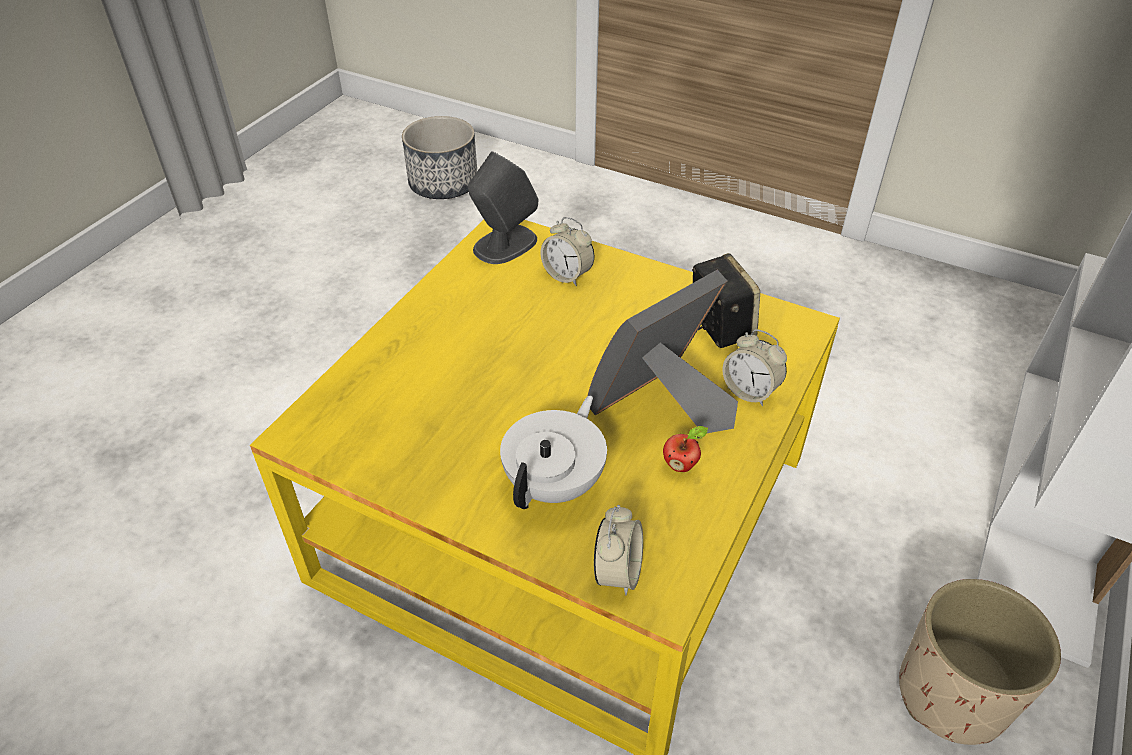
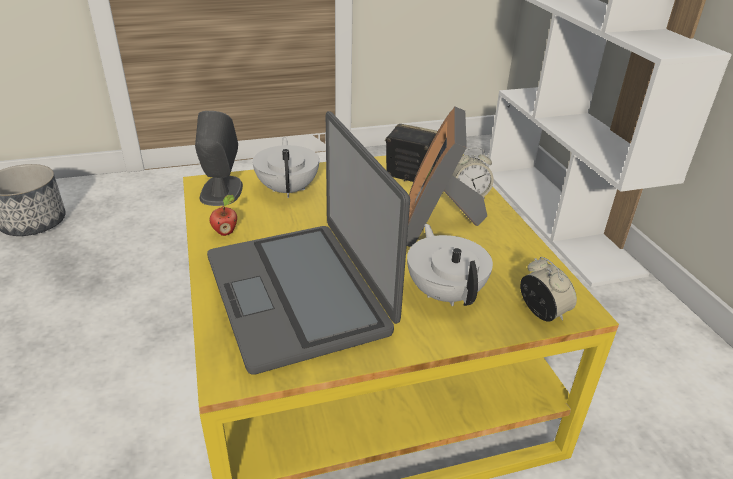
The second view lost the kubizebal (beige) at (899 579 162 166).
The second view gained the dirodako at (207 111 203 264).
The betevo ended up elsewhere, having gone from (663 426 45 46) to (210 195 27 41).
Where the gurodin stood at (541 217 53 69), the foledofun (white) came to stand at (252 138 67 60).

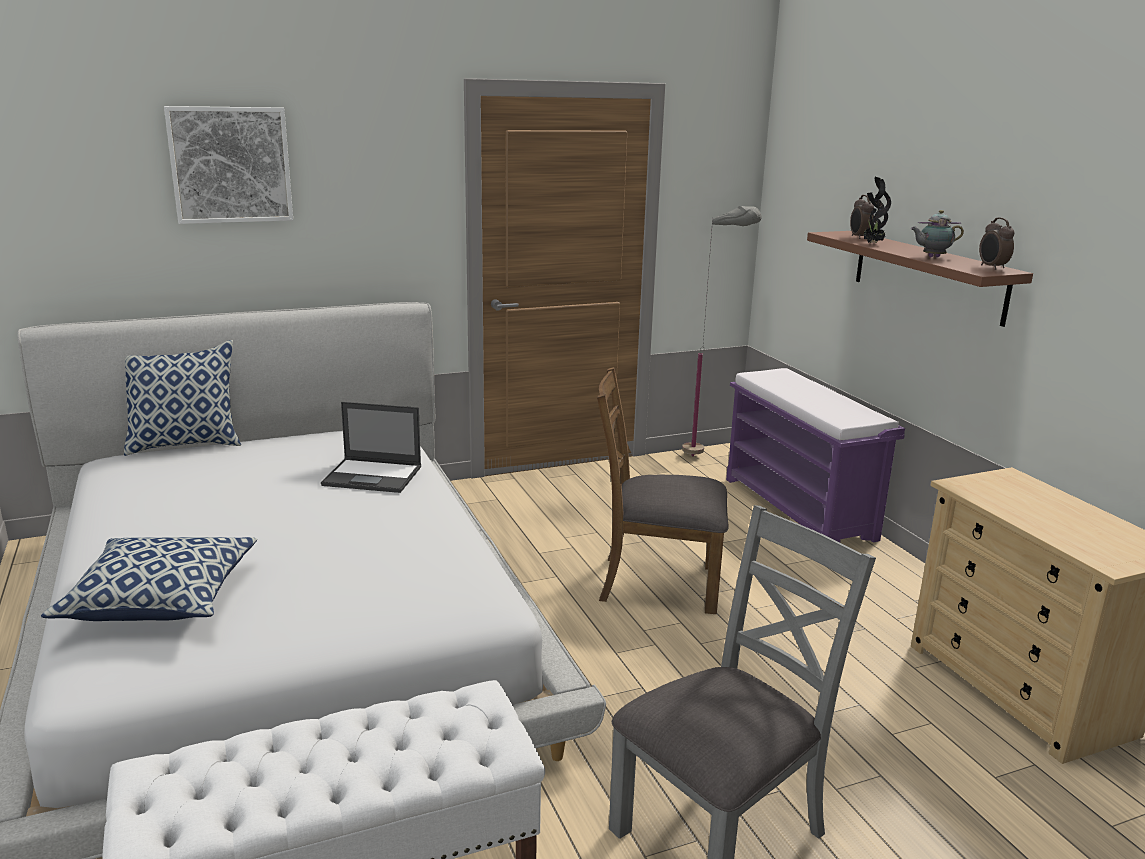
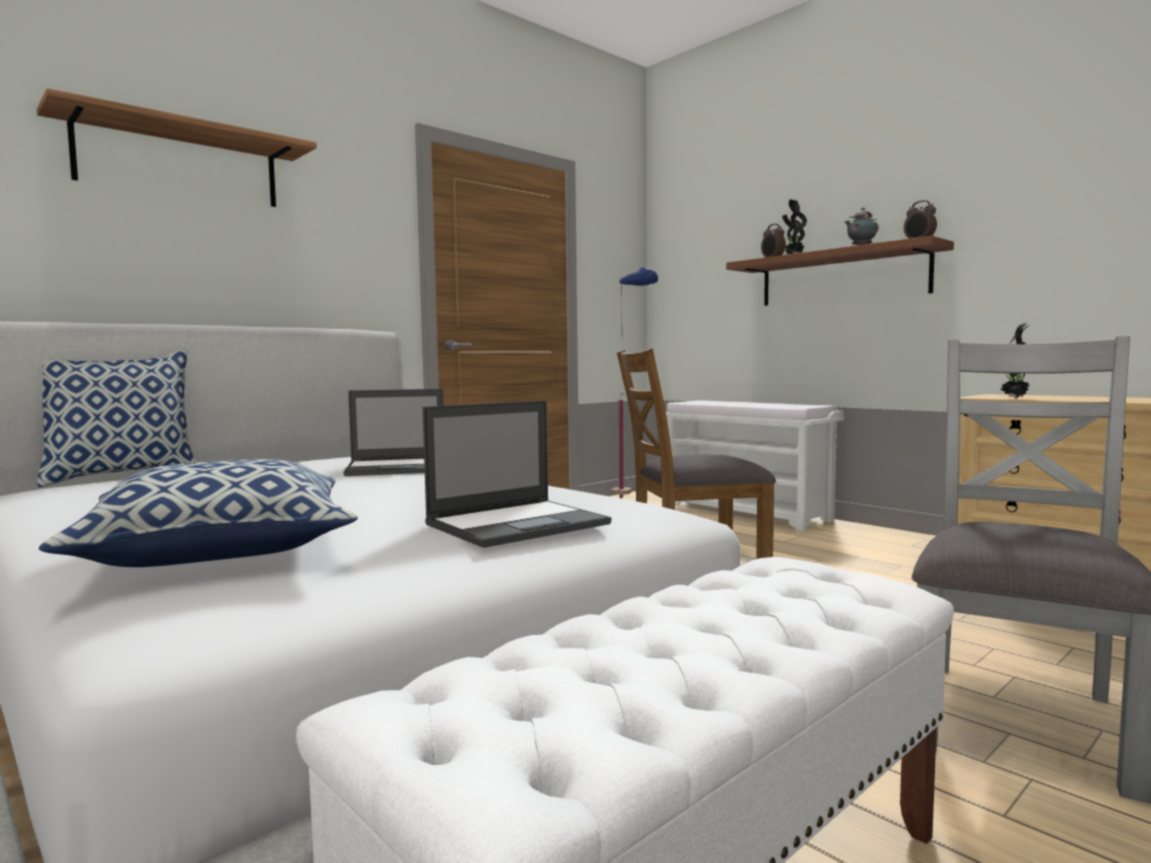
The second view gained the dirodako at (423 401 188 147).
The second view gained the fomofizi at (1001 323 30 75).
Where the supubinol hung at (164 106 129 118), the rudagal came to hang at (37 88 280 119).
What was the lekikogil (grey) at (682 206 79 251) turned into the lekikogil (blue) at (611 267 47 232).
What was the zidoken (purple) at (726 368 179 175) turned into the zidoken (white) at (666 400 178 131).

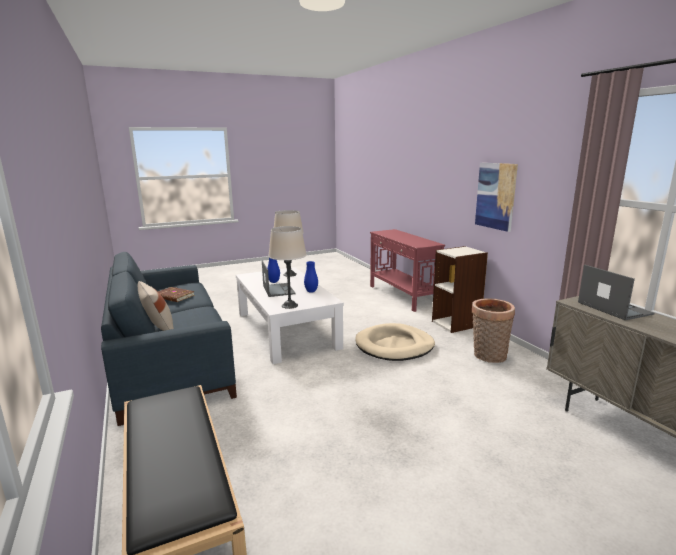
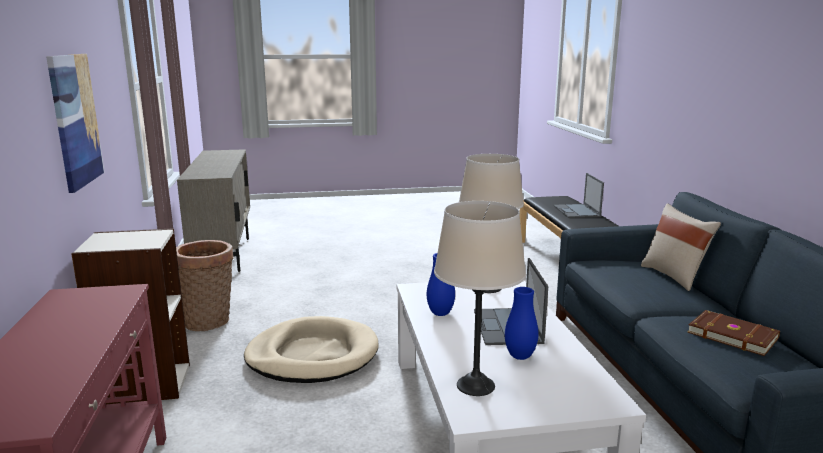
The dirodako ended up elsewhere, having gone from (578 265 77 55) to (554 173 50 45).

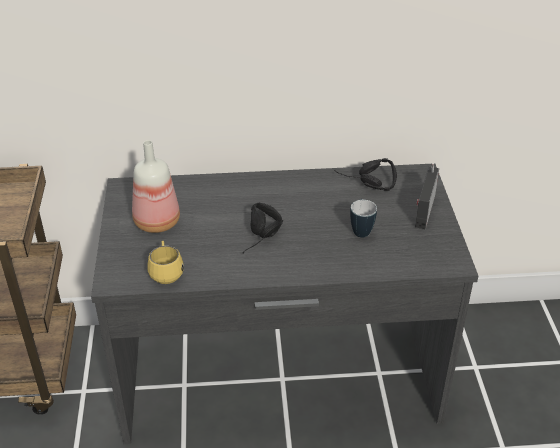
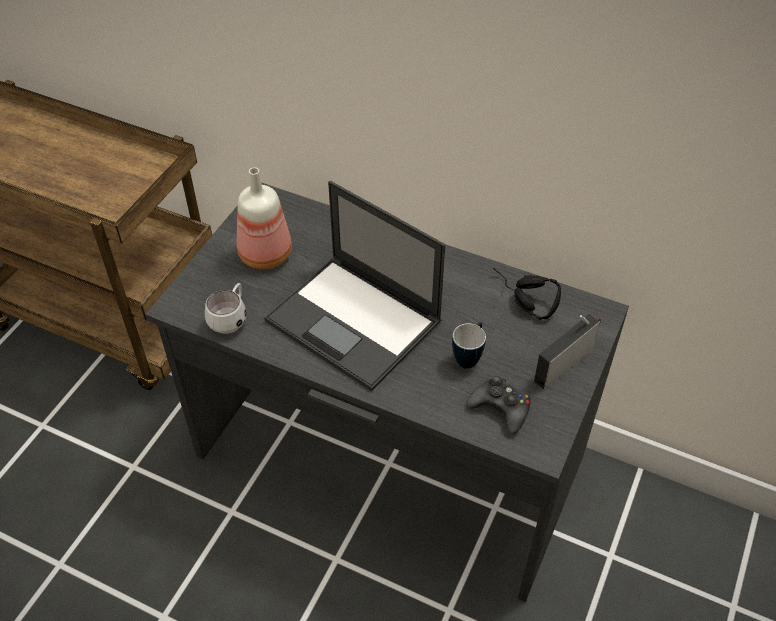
The second view gained the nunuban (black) at (466 376 64 59).
Where the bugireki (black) stood at (243 203 40 51), the dirodako came to stand at (264 181 181 210).
What was the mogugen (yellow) at (147 241 37 43) turned into the mogugen (white) at (205 283 42 51).

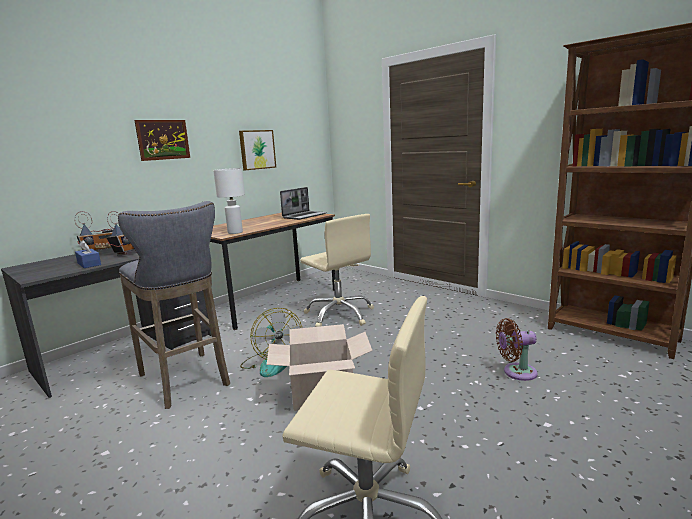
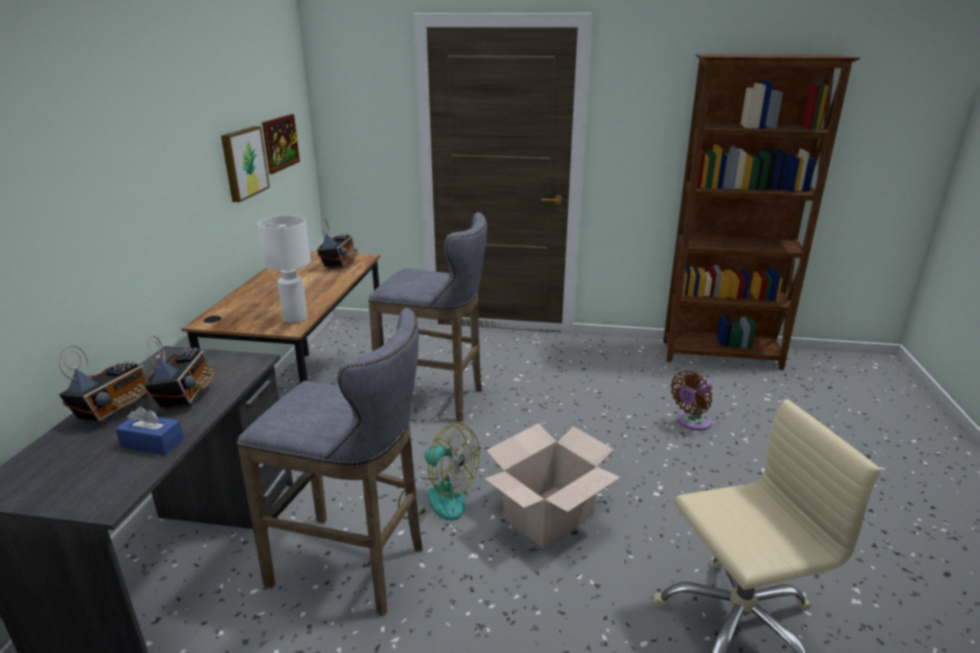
The supubinol ended up elsewhere, having gone from (135 120 55 41) to (262 114 38 60).
Where the dirodako stood at (280 187 47 33), the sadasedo came to stand at (317 219 41 50).
Where the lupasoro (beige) stood at (300 214 74 113), the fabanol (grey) came to stand at (369 212 118 210).

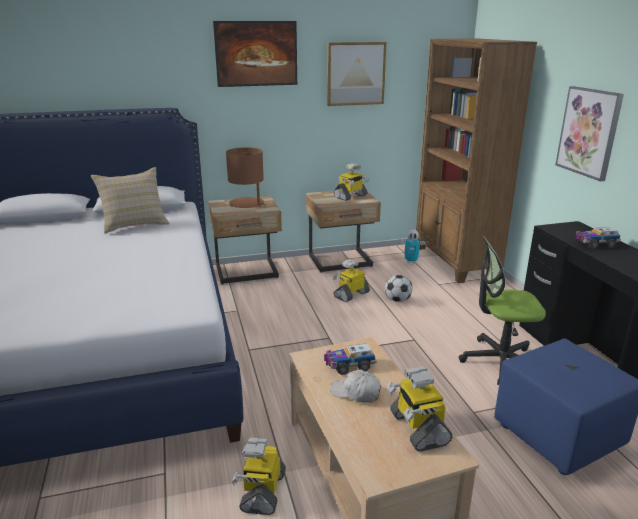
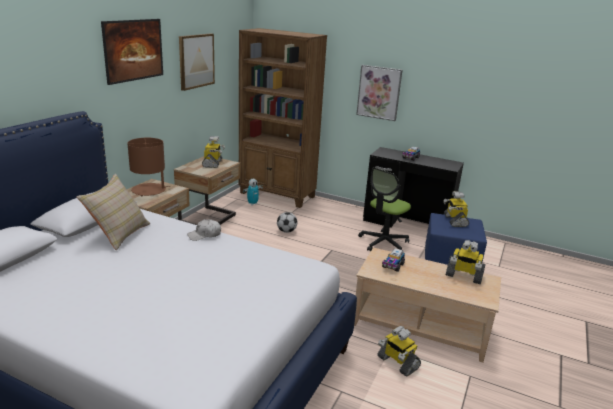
The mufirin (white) ended up elsewhere, having gone from (330 370 51 33) to (187 219 34 22).
The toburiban ended up elsewhere, having gone from (333 259 37 43) to (443 191 26 36).

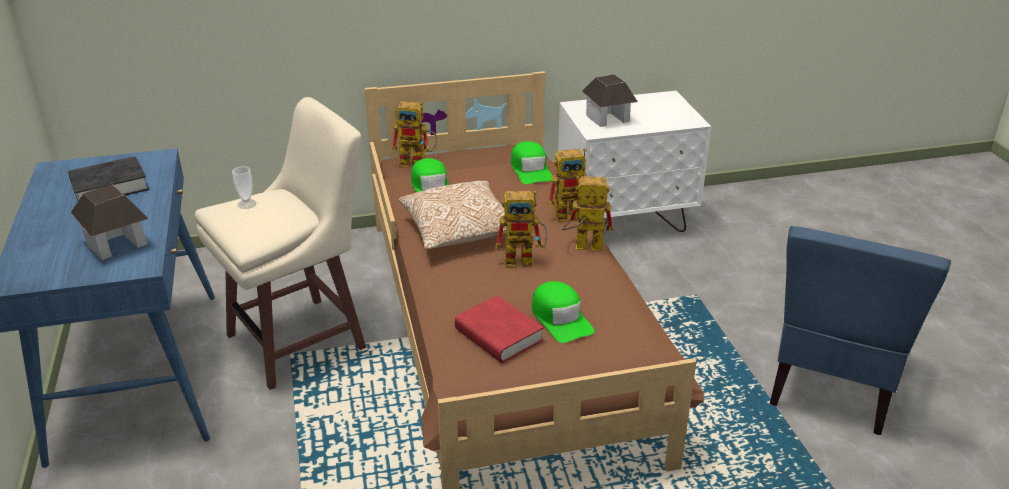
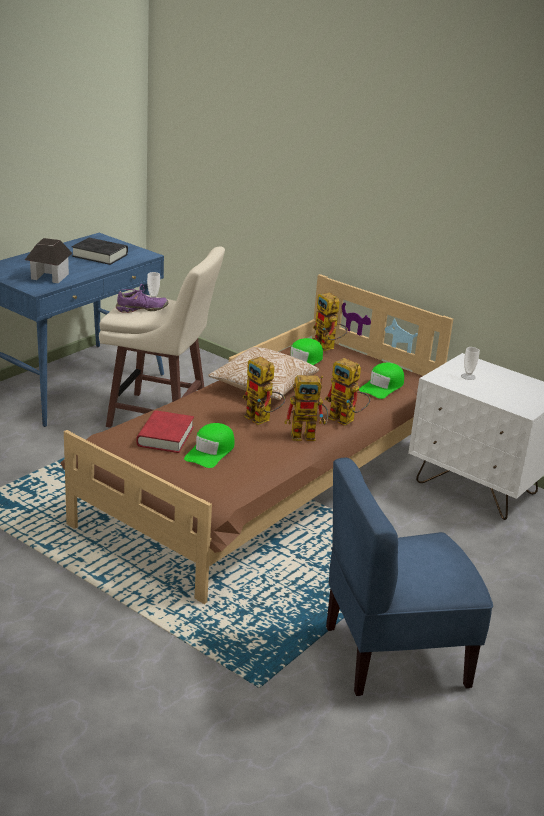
The second view gained the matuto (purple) at (116 284 53 29).
Where the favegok stood at (582 74 56 53), the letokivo came to stand at (461 347 19 33).
The toburiban at (562 176 52 75) ended up facing another way, 120 degrees clockwise from before.

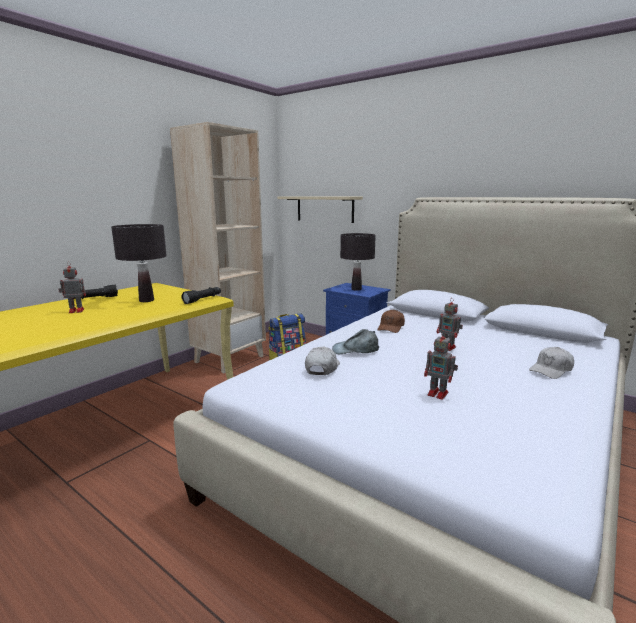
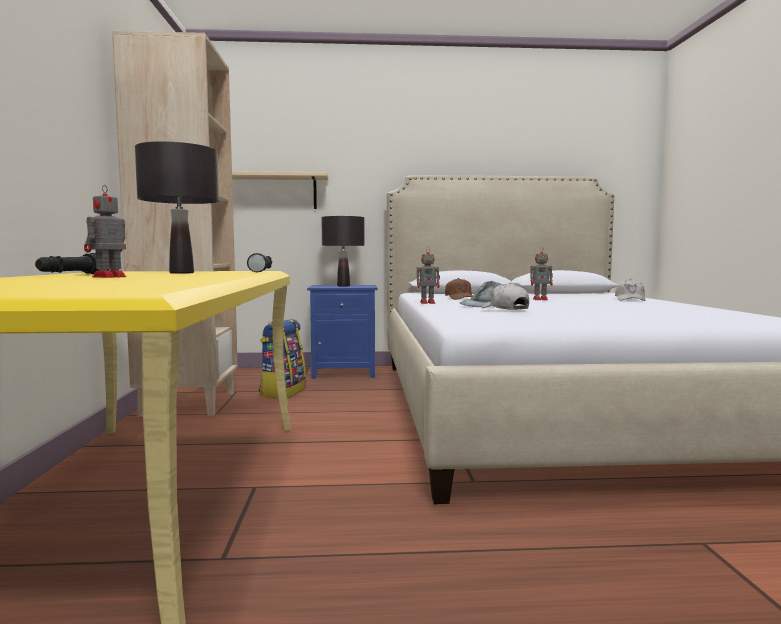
The toburiban ended up elsewhere, having gone from (424 331 34 69) to (417 247 23 57).

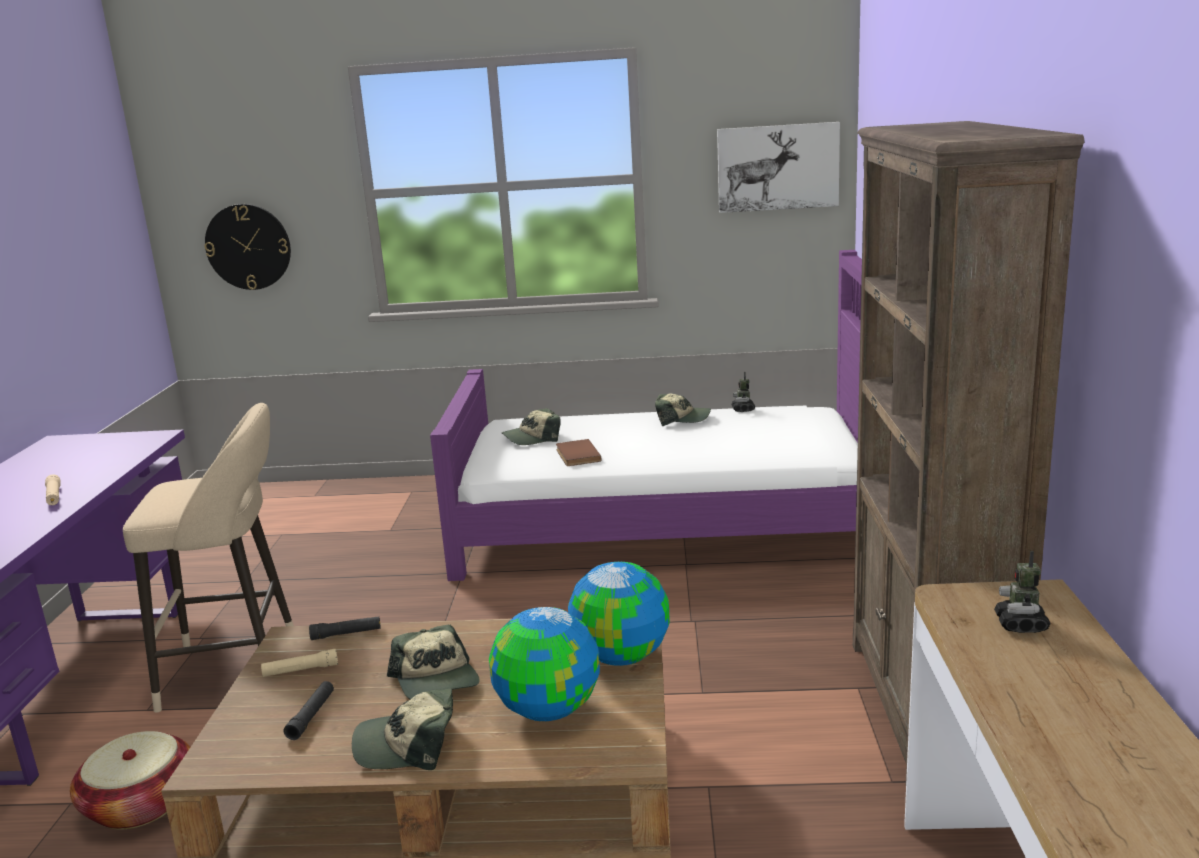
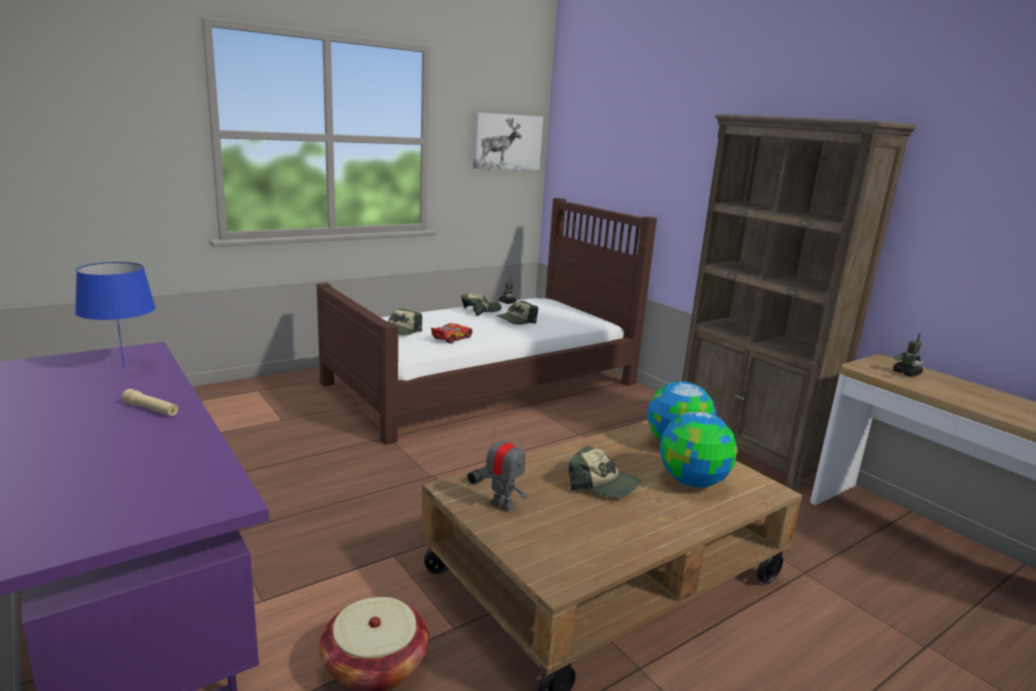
The second view lost the fabanol (beige) at (123 403 171 310).
The second view lost the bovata at (204 204 87 86).
The second view lost the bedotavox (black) at (283 681 51 59).
The second view gained the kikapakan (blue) at (75 262 81 107).
The mufirin ended up elsewhere, having gone from (352 688 101 82) to (497 301 41 24).
Where the bedotavox (beige) stood at (261 649 77 28), the toburiban came to stand at (480 428 47 84).
Where the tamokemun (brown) stood at (556 439 45 27), the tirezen came to stand at (431 323 41 21).
What was the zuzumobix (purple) at (430 250 432 331) turned into the zuzumobix (brown) at (317 198 340 247).

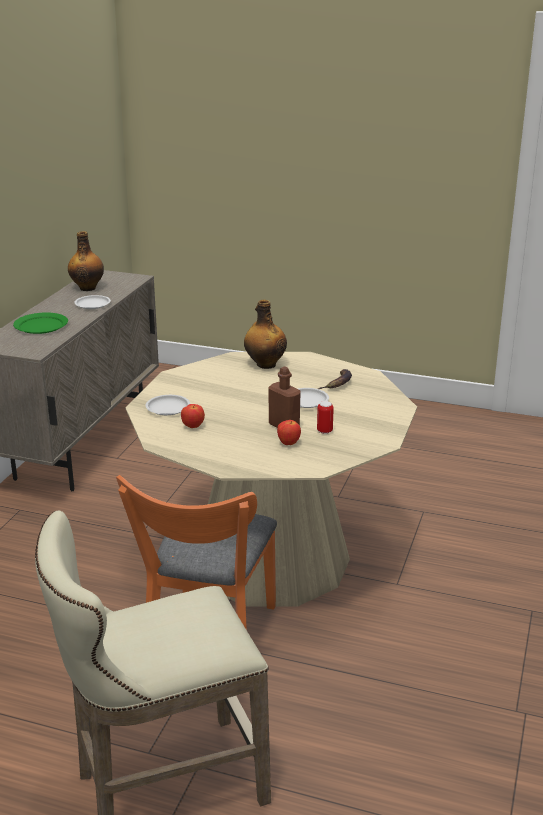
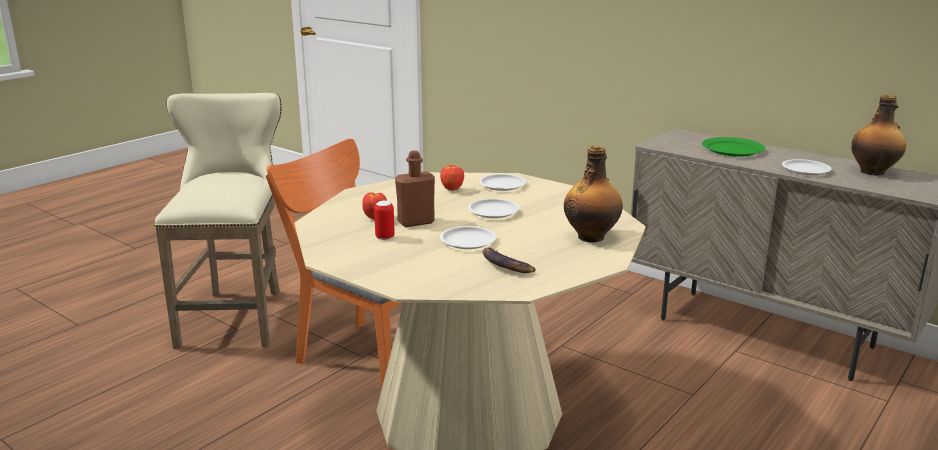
The second view gained the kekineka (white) at (468 198 51 20).

